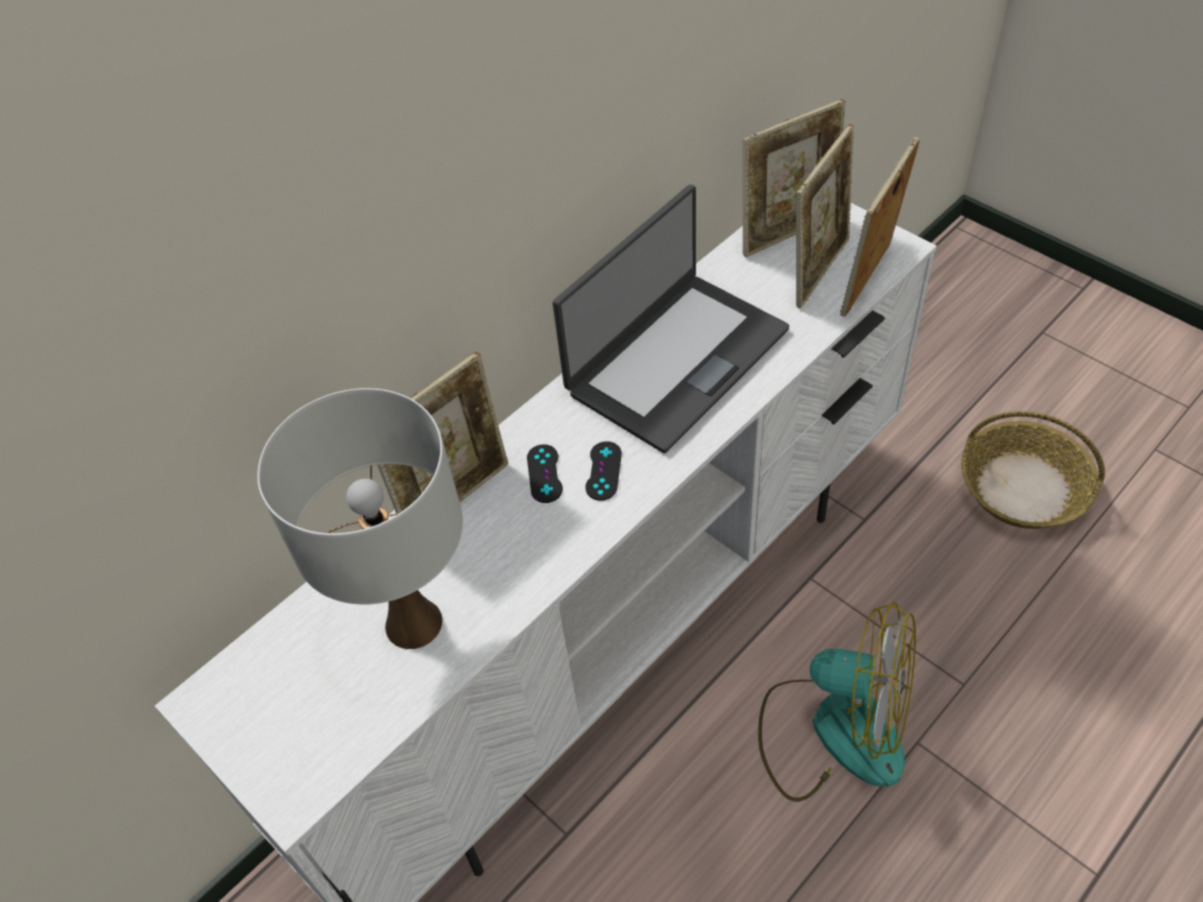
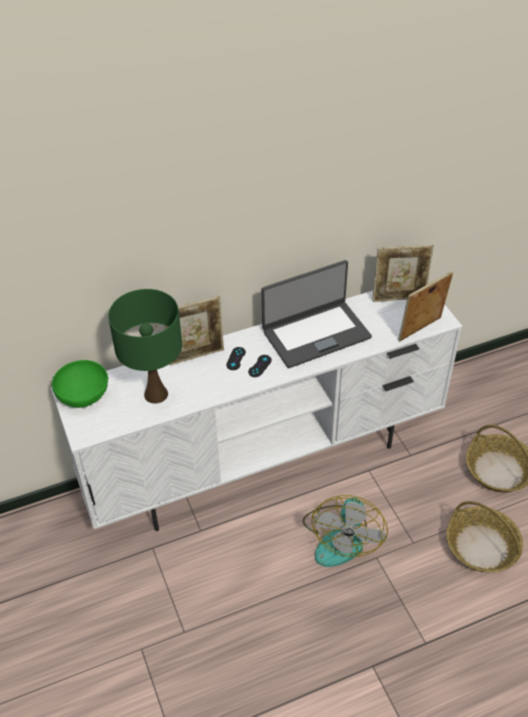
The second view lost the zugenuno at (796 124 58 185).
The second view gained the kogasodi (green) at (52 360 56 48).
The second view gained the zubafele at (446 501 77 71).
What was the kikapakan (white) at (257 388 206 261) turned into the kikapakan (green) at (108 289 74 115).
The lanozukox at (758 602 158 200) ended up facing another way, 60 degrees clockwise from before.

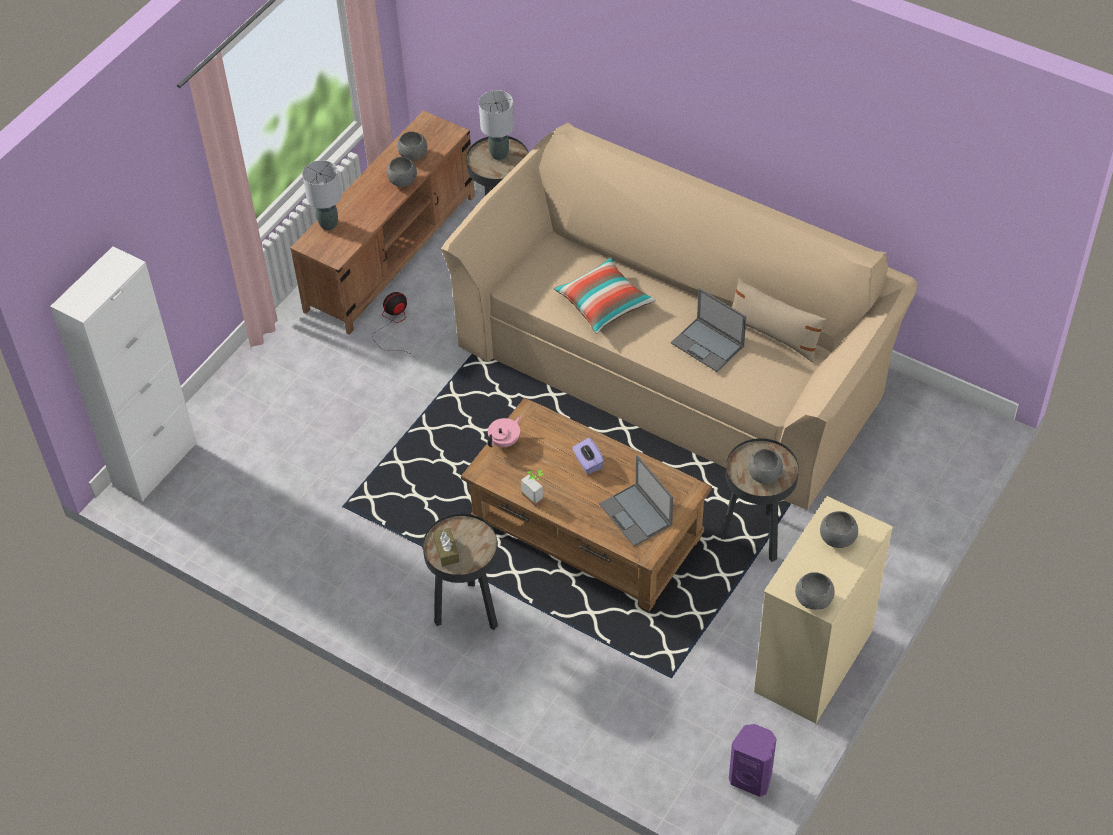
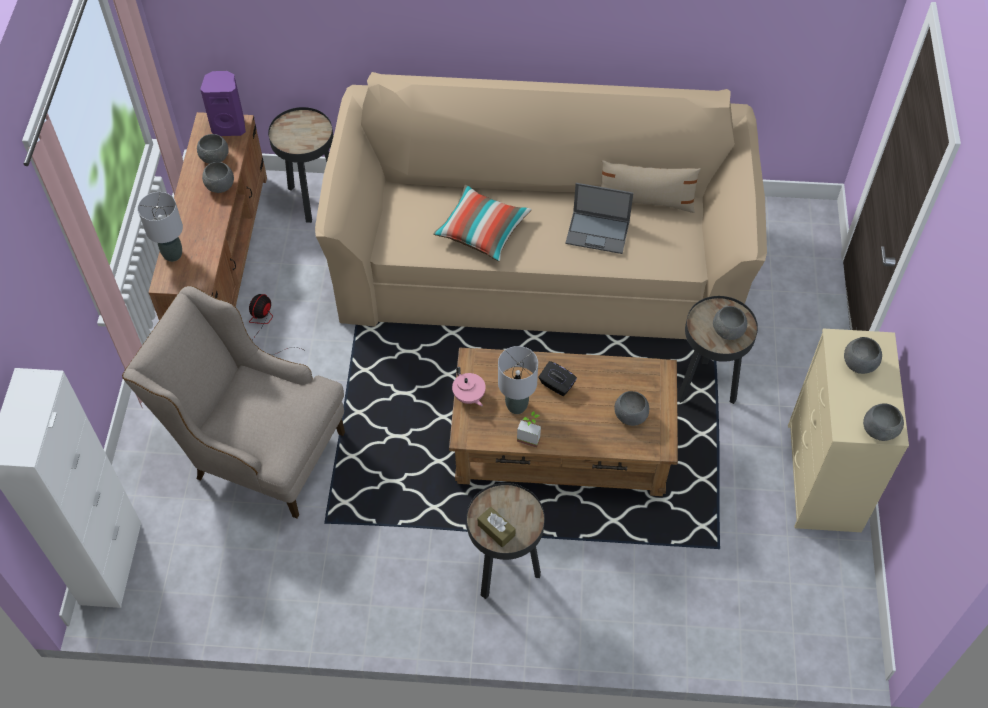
The second view gained the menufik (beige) at (122 285 223 234).
The kikapakan (grey) ended up elsewhere, having gone from (479 90 35 70) to (498 346 40 68).
The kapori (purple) ended up elsewhere, having gone from (729 724 48 73) to (200 71 46 65).
Where the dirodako stood at (599 455 74 91), the kogasodi (grey) came to stand at (614 391 35 35).
What was the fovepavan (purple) at (572 438 33 36) turned into the fovepavan (black) at (538 361 39 35).
The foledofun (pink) at (488 416 34 31) ended up facing another way, 135 degrees clockwise from before.

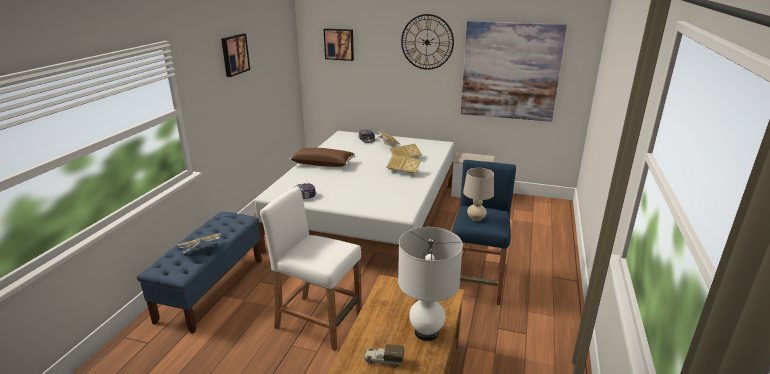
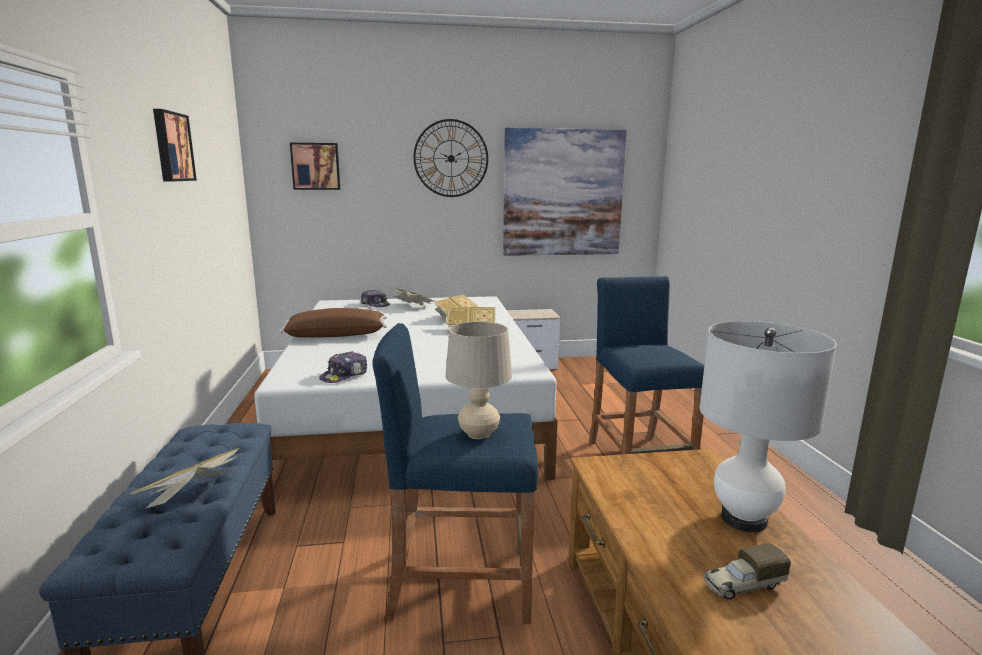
The kikapakan (beige) ended up elsewhere, having gone from (463 168 31 53) to (445 322 67 117).
What was the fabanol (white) at (260 186 102 165) turned into the fabanol (blue) at (373 323 165 301).

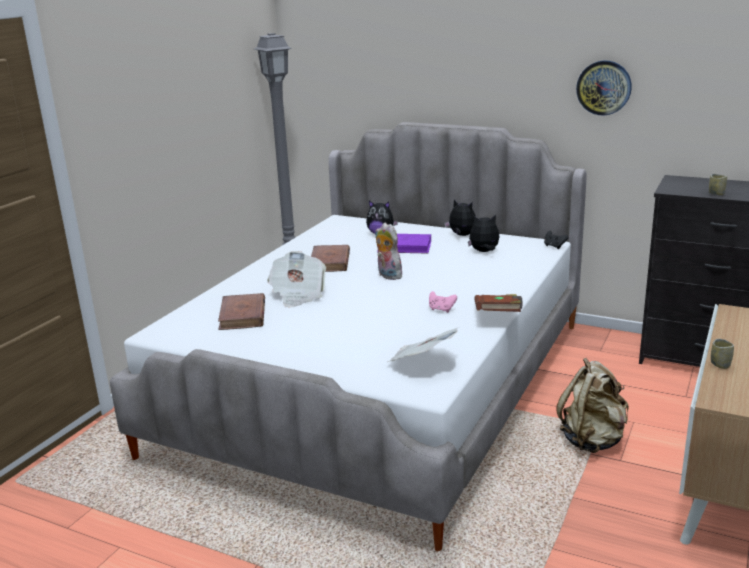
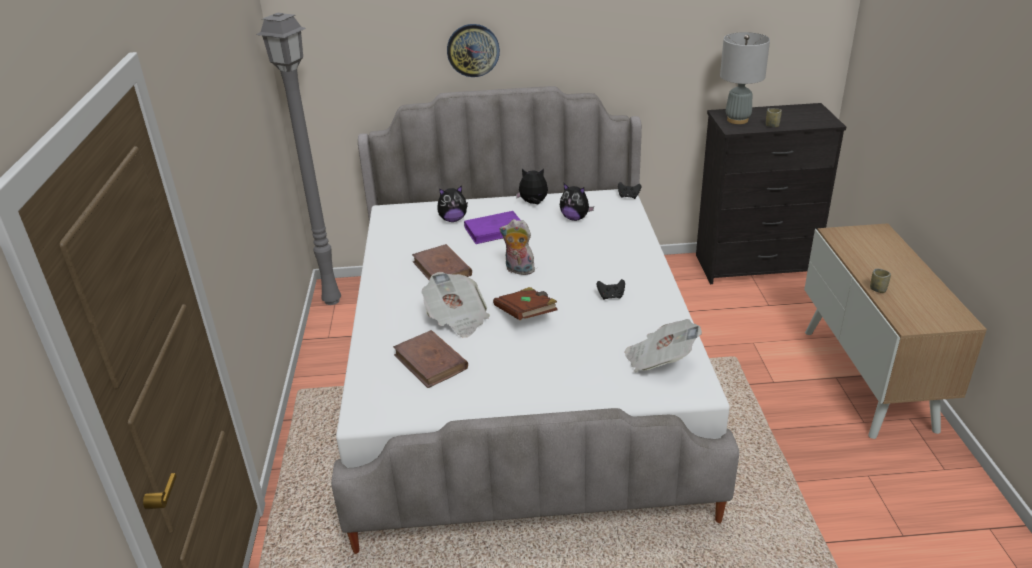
The second view lost the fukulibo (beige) at (556 358 73 95).
The second view gained the kikapakan (grey) at (720 32 50 92).
The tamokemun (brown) ended up elsewhere, having gone from (474 294 48 18) to (493 287 65 33).
The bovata ended up elsewhere, having gone from (576 61 56 54) to (447 24 53 53).
What was the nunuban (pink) at (429 291 28 22) turned into the nunuban (black) at (596 279 29 21).
The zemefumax at (468 215 31 37) ended up facing another way, 120 degrees counterclockwise from before.

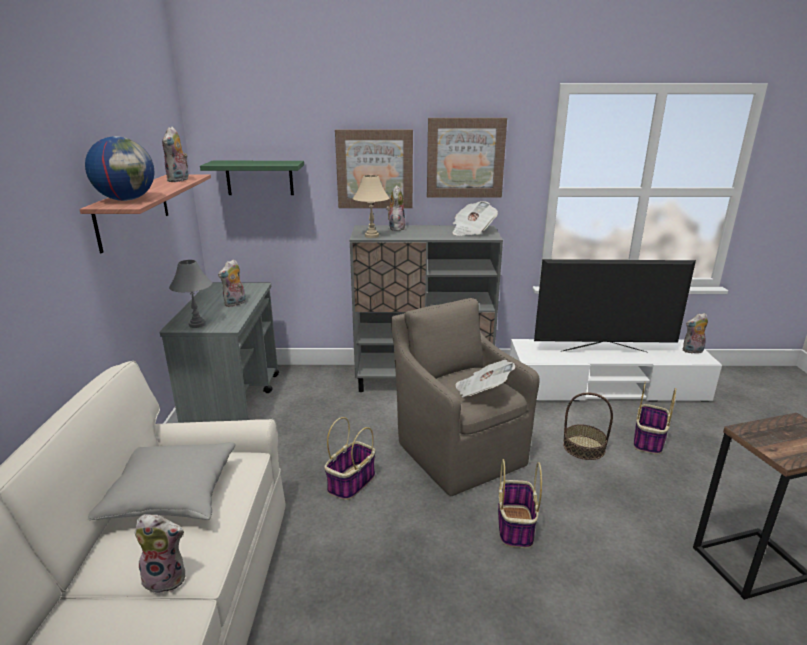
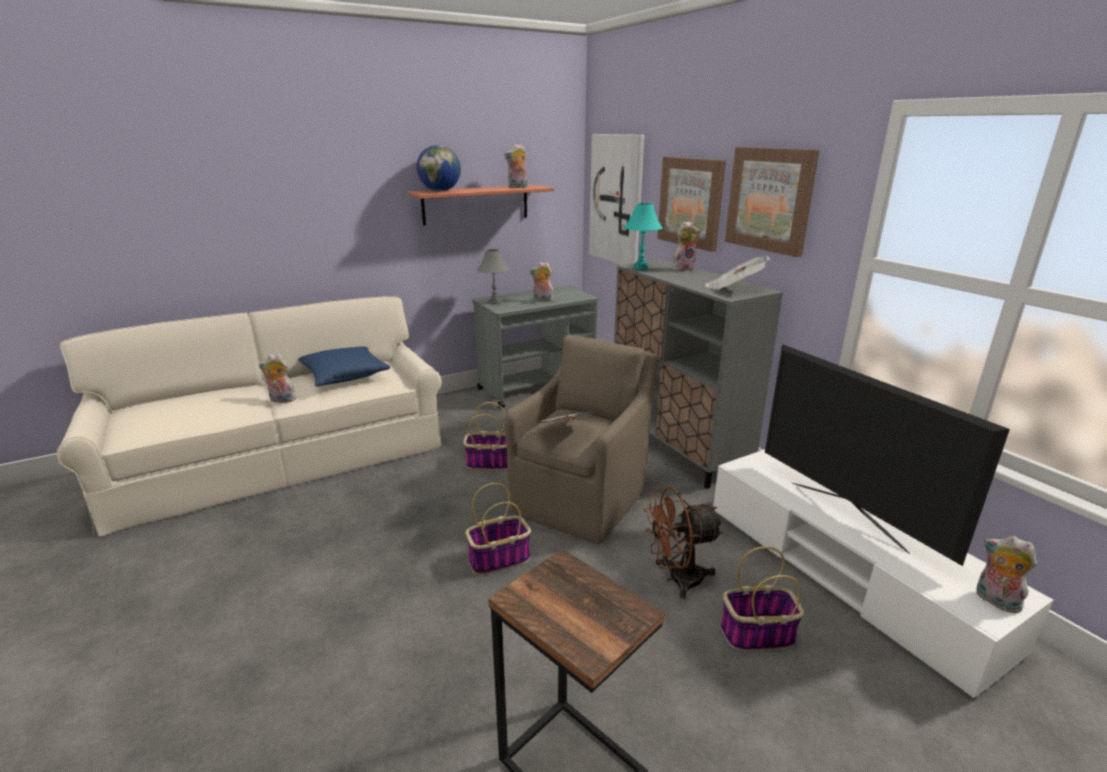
Where the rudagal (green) hung at (200 161 104 34), the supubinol came to hang at (589 134 55 131).
Where the zubafele stood at (563 393 50 67), the lanozukox (brown) came to stand at (644 487 79 112).
What was the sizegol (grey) at (87 442 149 78) turned into the sizegol (blue) at (297 347 94 40).
What was the kikapakan (beige) at (353 175 36 63) turned into the kikapakan (turquoise) at (624 203 38 67).
The zemefumax at (134 514 51 80) ended up facing another way, 120 degrees clockwise from before.

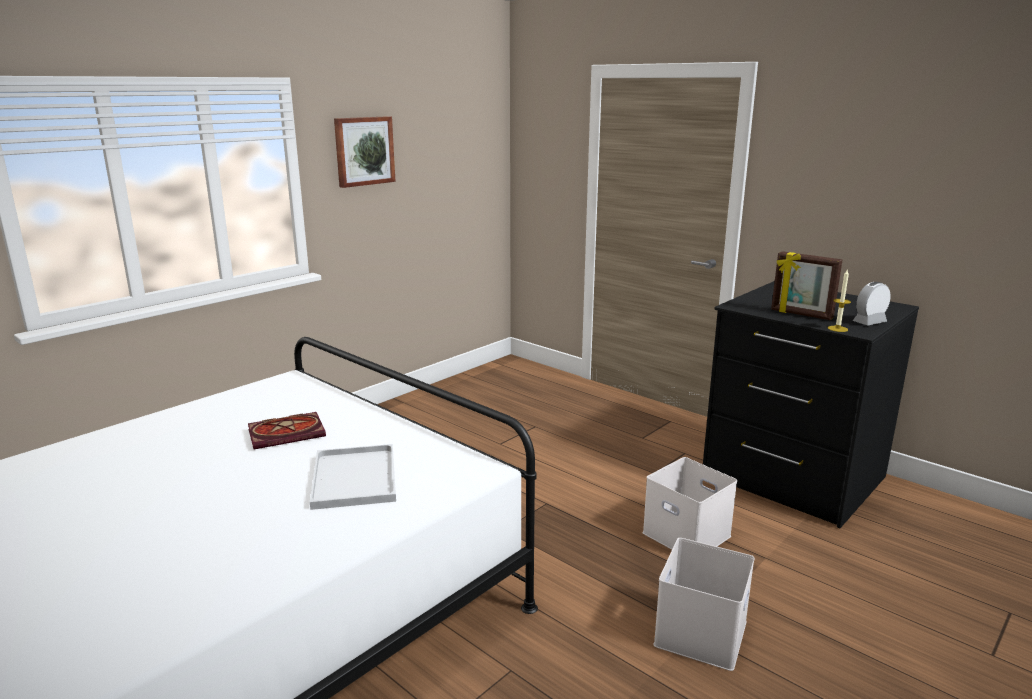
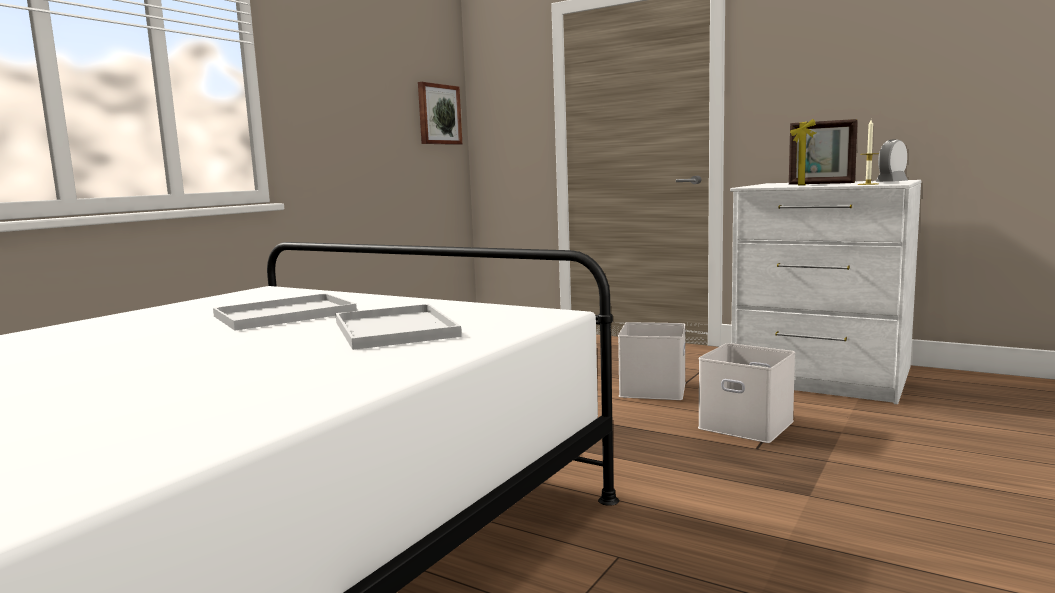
The supubinol ended up elsewhere, having gone from (334 116 62 72) to (418 82 44 63).
The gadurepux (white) ended up elsewhere, having gone from (653 538 101 133) to (618 322 68 78).
Where the tamokemun stood at (248 412 78 37), the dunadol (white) came to stand at (213 293 144 37).
What was the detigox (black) at (703 281 216 247) turned into the detigox (white) at (730 180 192 224).

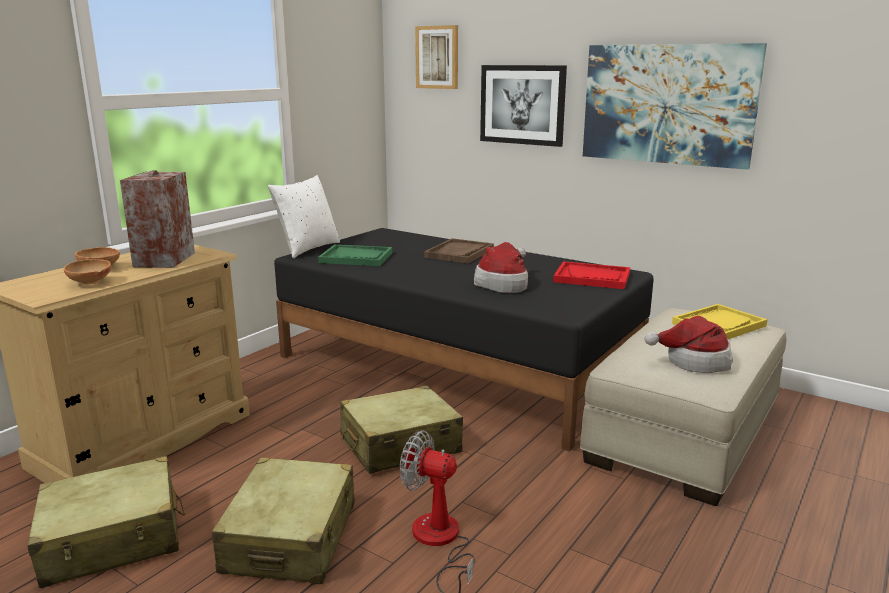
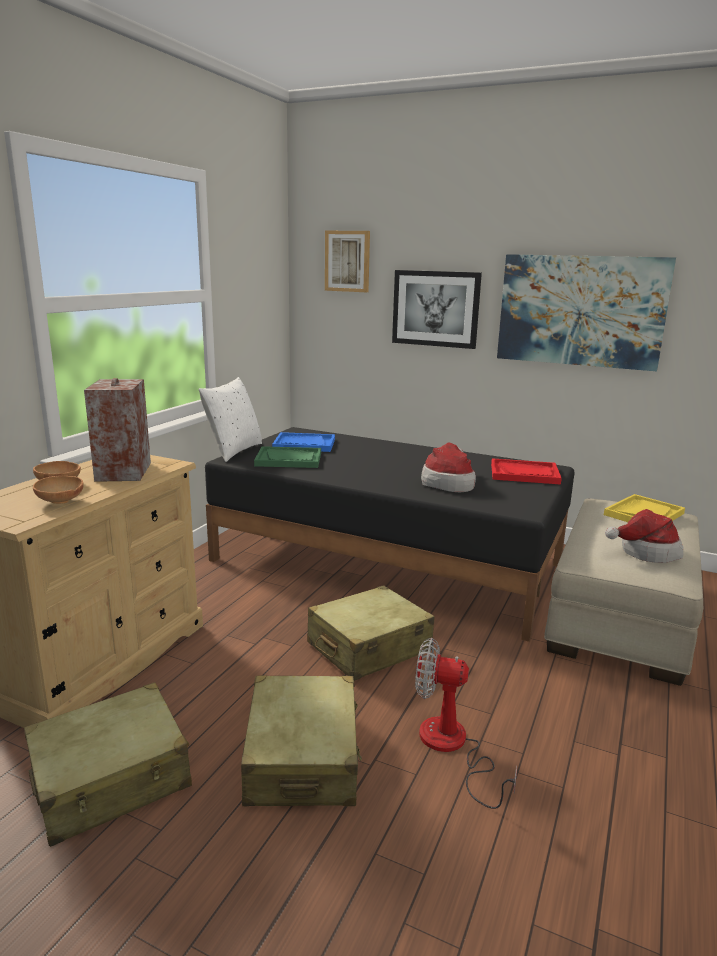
The second view lost the dunadol (brown) at (424 238 70 26).
The second view gained the dunadol (blue) at (272 432 63 20).

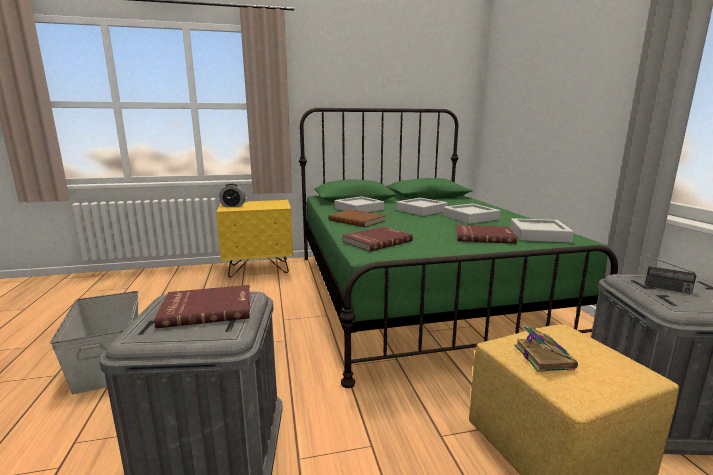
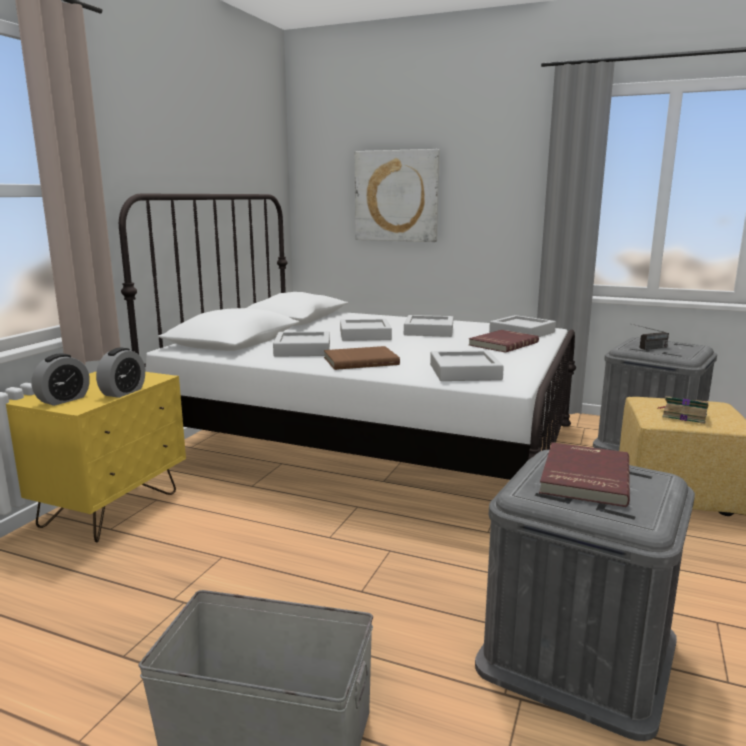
The second view gained the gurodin at (96 348 49 50).
The second view gained the supubinol at (355 149 85 93).
Where the tamokemun (red) stood at (342 227 71 25), the dunadol (grey) came to stand at (430 350 74 31).
What was the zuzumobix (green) at (299 108 319 280) turned into the zuzumobix (white) at (119 194 457 286).

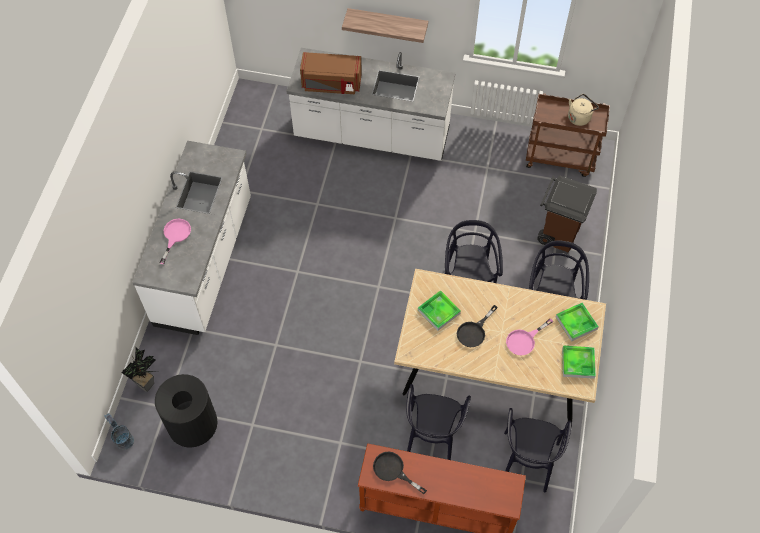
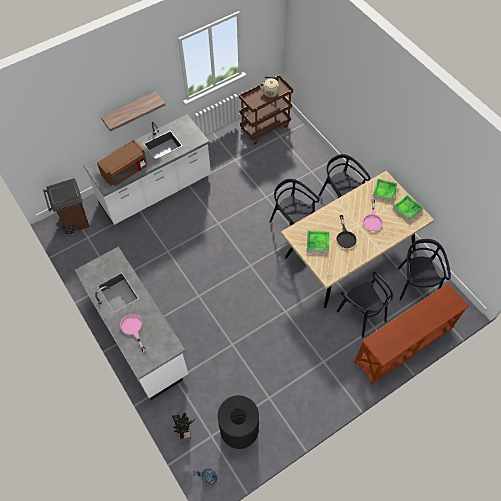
The second view lost the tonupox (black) at (373 451 54 43).
The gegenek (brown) ended up elsewhere, having gone from (537 175 60 77) to (43 178 46 56).
The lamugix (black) at (504 408 68 84) ended up facing another way, 150 degrees counterclockwise from before.

